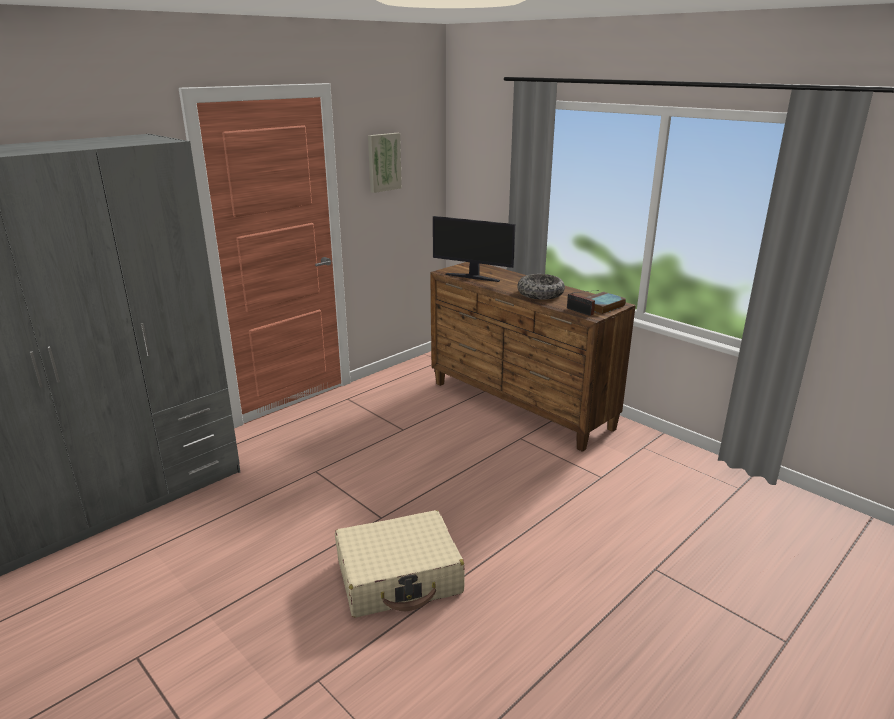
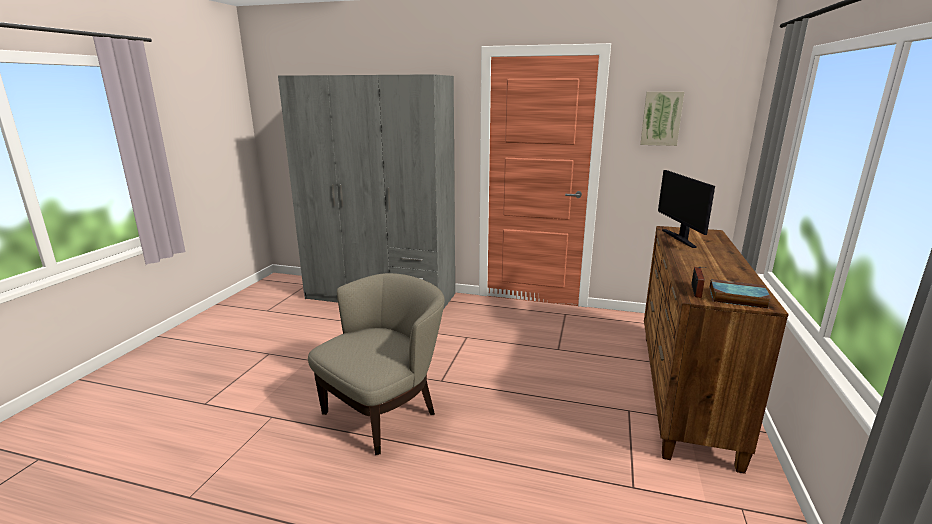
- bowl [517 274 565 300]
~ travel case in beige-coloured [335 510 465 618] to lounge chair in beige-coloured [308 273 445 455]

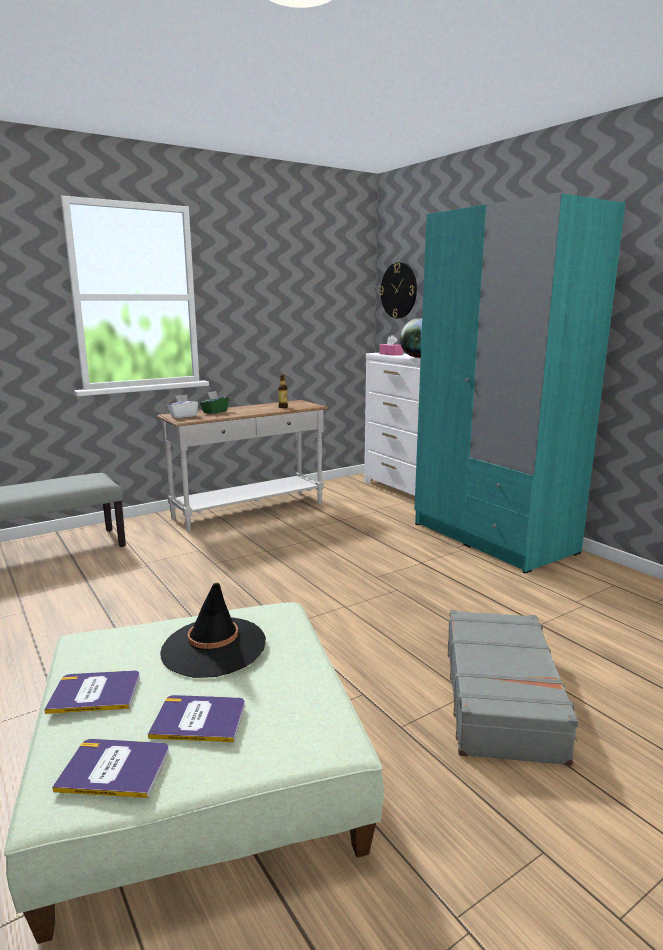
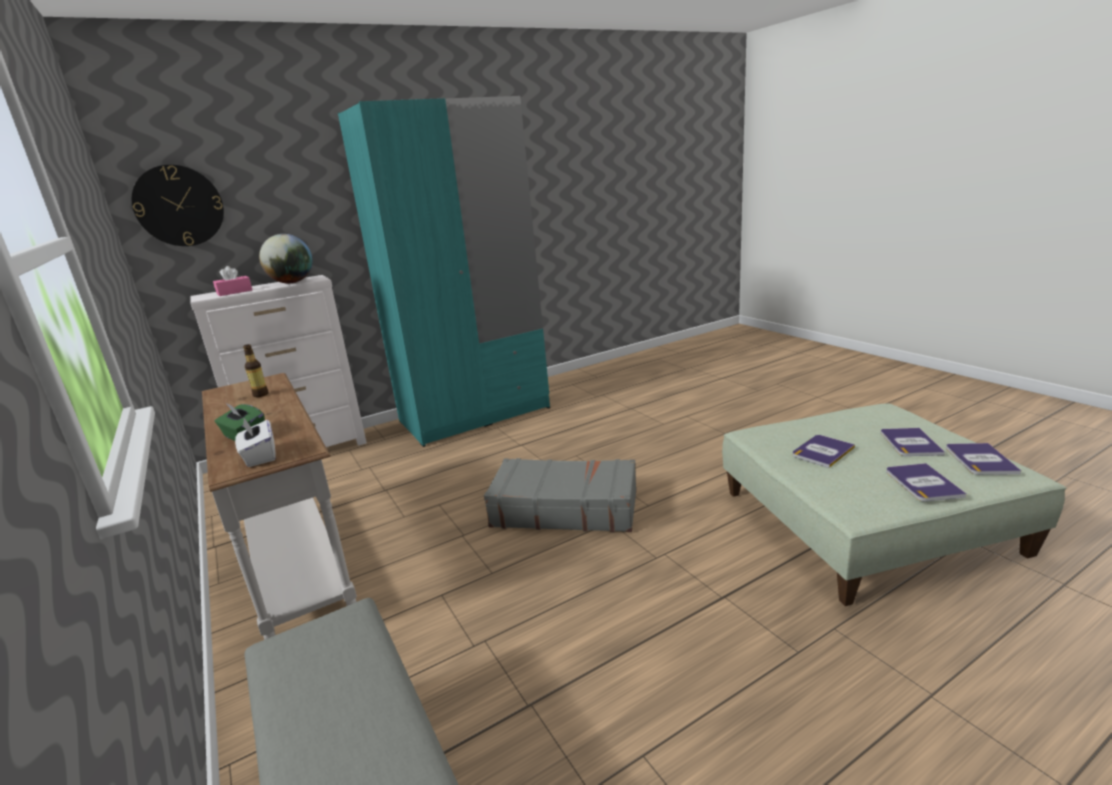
~ clothing hat in black-coloured [160 583 266 678] to book [792 435 855 468]
~ travel case in grey [448 610 579 766] to [484 458 637 533]

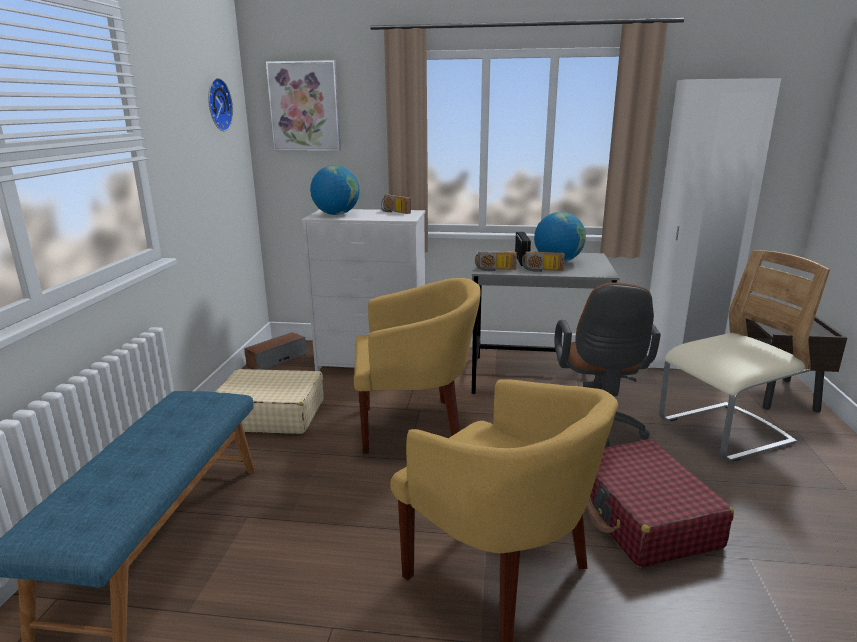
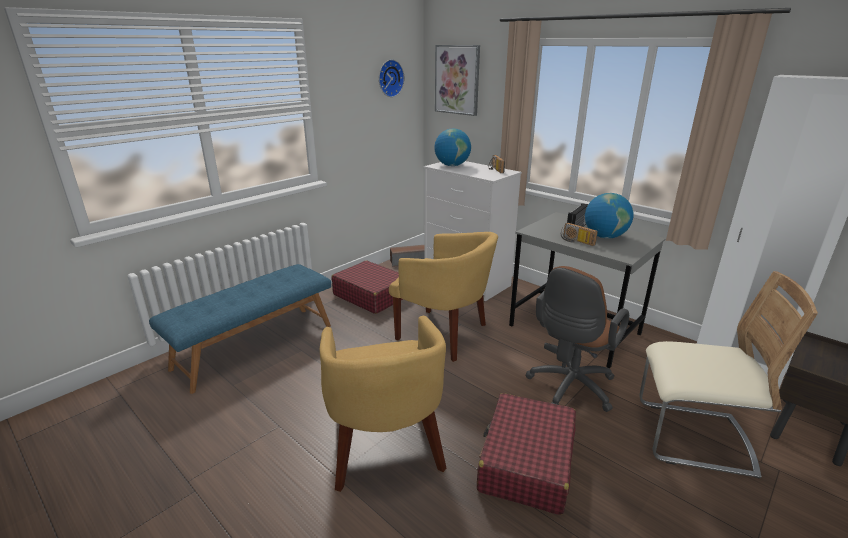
- radio [475 251 517 271]
~ travel case in beige-coloured [215 369 324 434] to travel case in reddish [331 261 403 314]

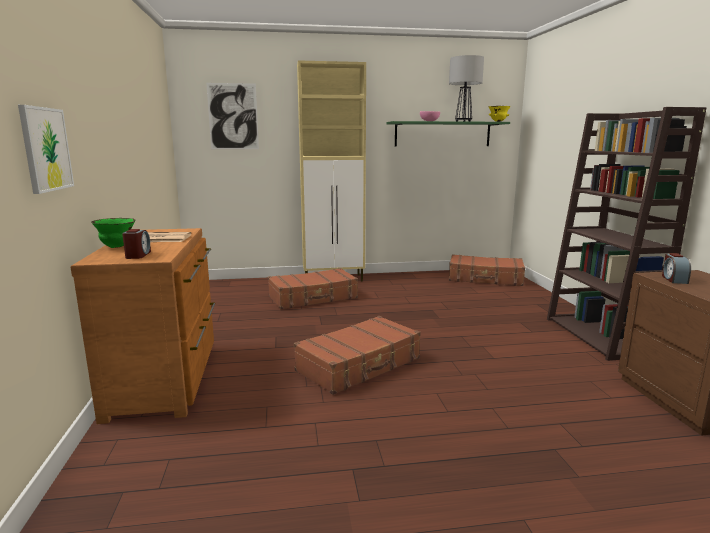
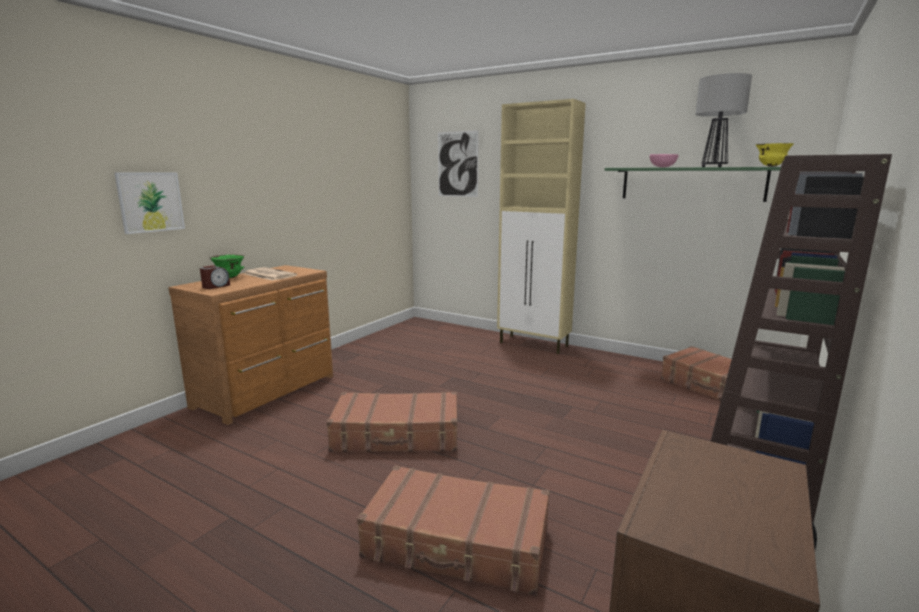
- bedside clock [662 253 691 284]
~ travel case in brown-coloured [268 268 358 309] to [357 465 550 596]

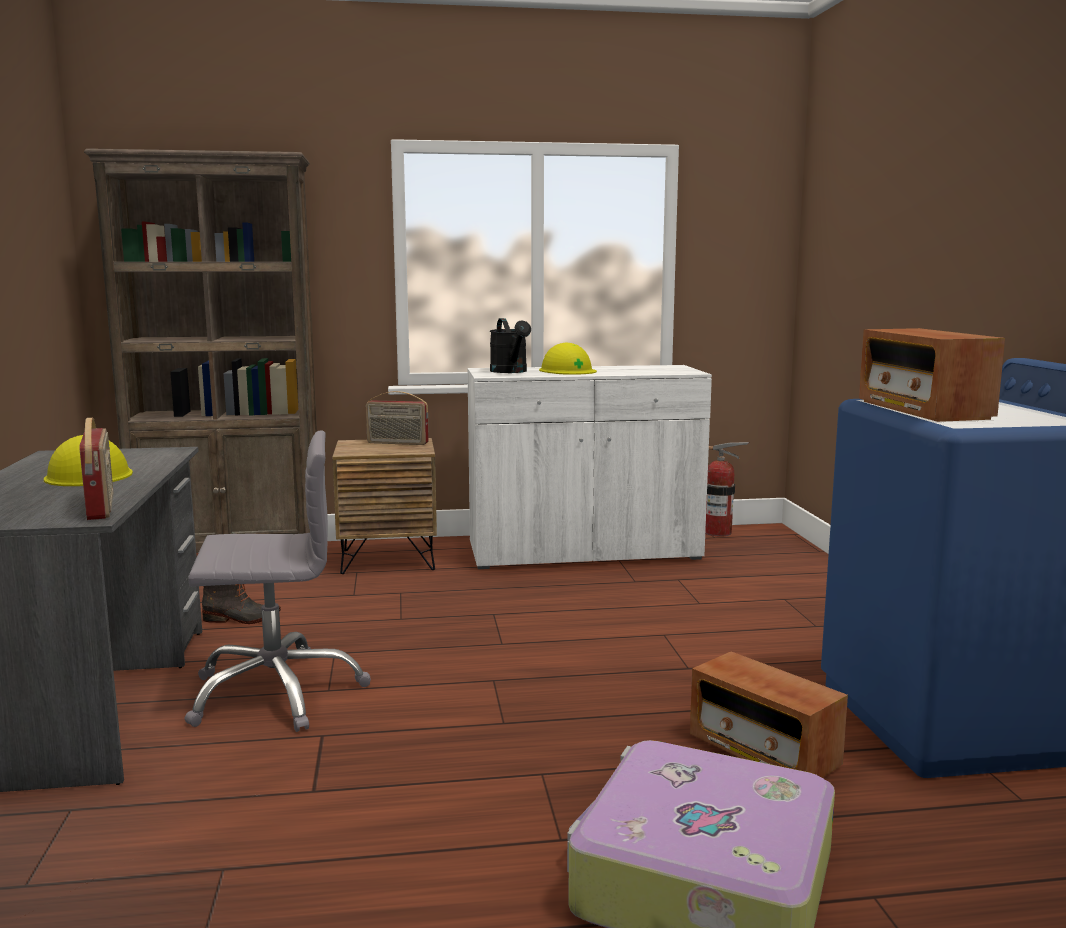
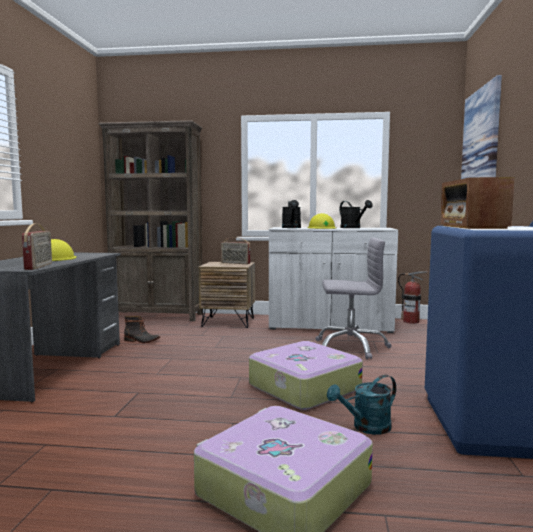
~ computer chair in grey [184 430 371 732] to [316 237 392 359]
~ radio [690 651 848 778] to watering can in blue-green [327 375 396 435]
+ picture [461 75 502 179]
+ watering can in black-coloured [339 200 373 228]
+ travel case [249 341 363 410]

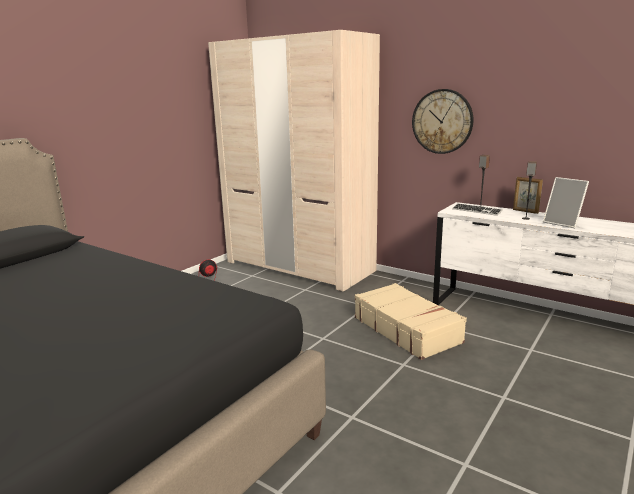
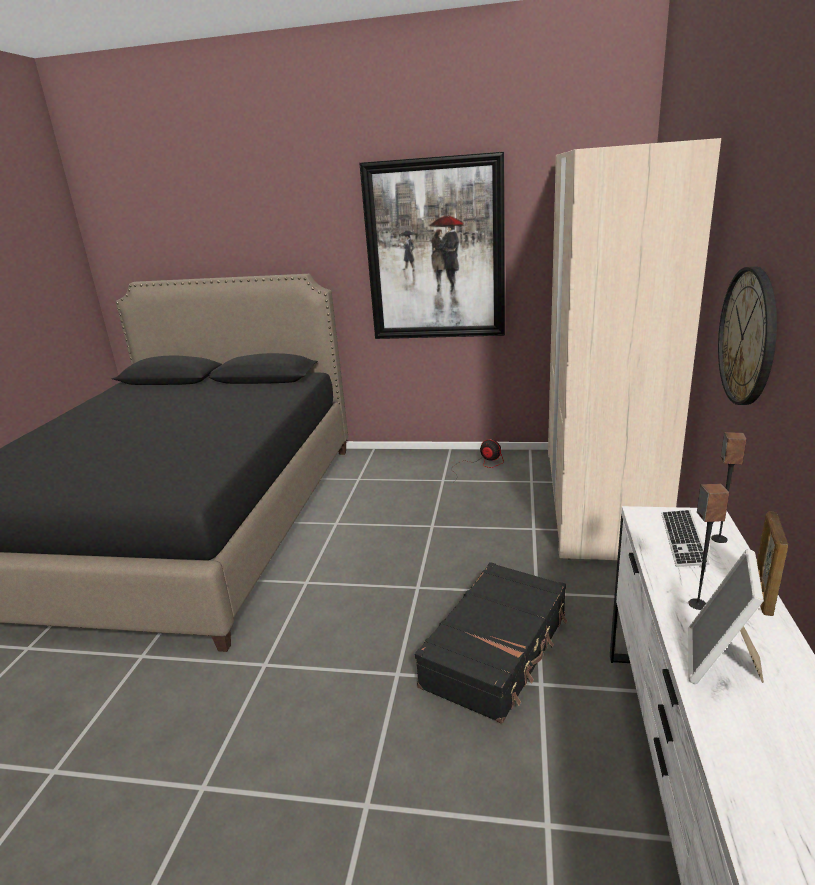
~ travel case in beige-coloured [355 283 467 360] to travel case in black-coloured [415 562 567 724]
+ picture [359 152 505 339]

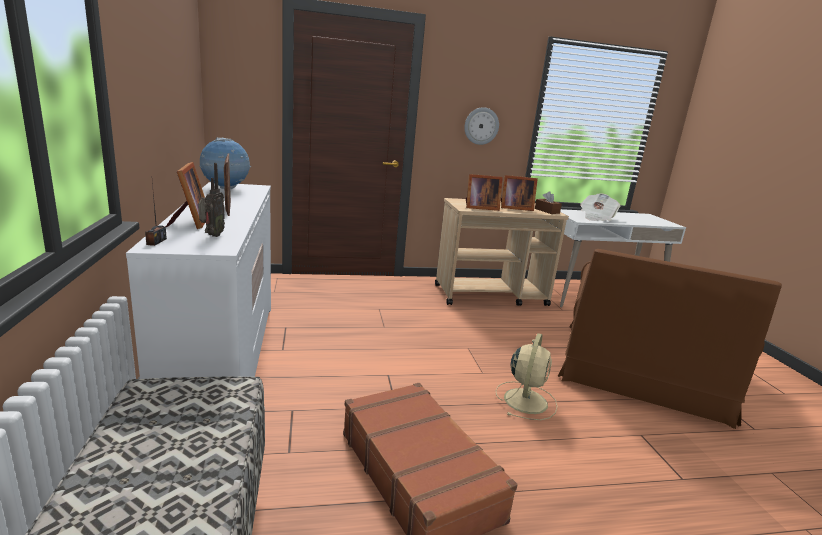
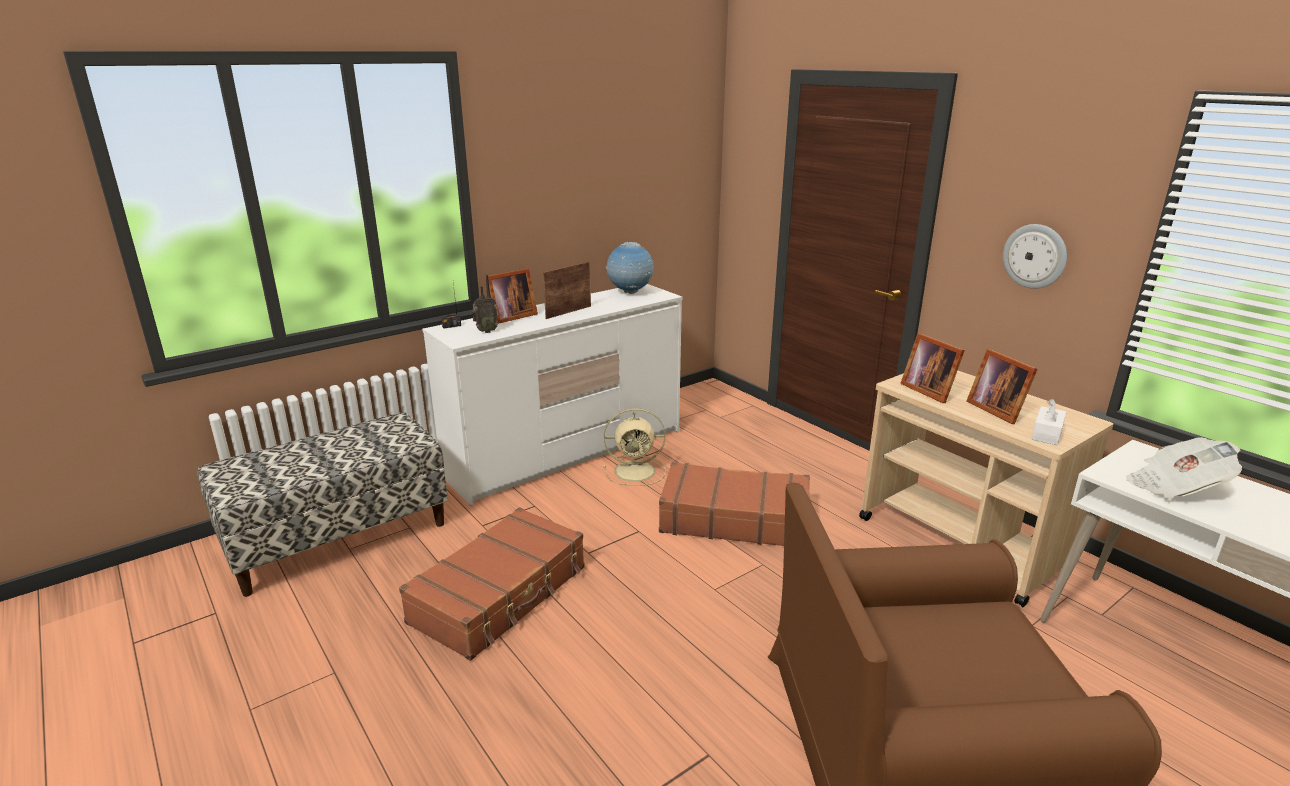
~ tissue holder in brown-coloured [535 191 562 214] to tissue holder in whitish [1032 399 1066 445]
~ electric fan in beige-coloured [496 333 558 420] to [603 408 666 486]
+ travel case in brown-coloured [659 462 810 546]

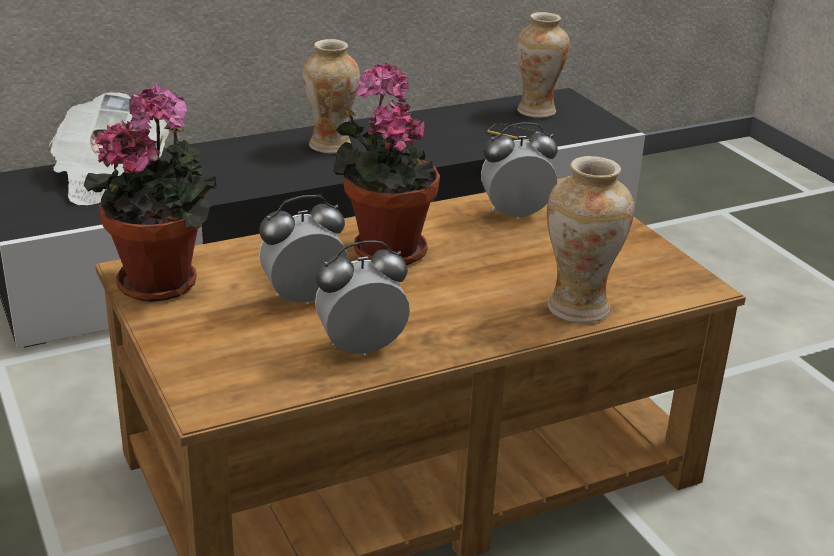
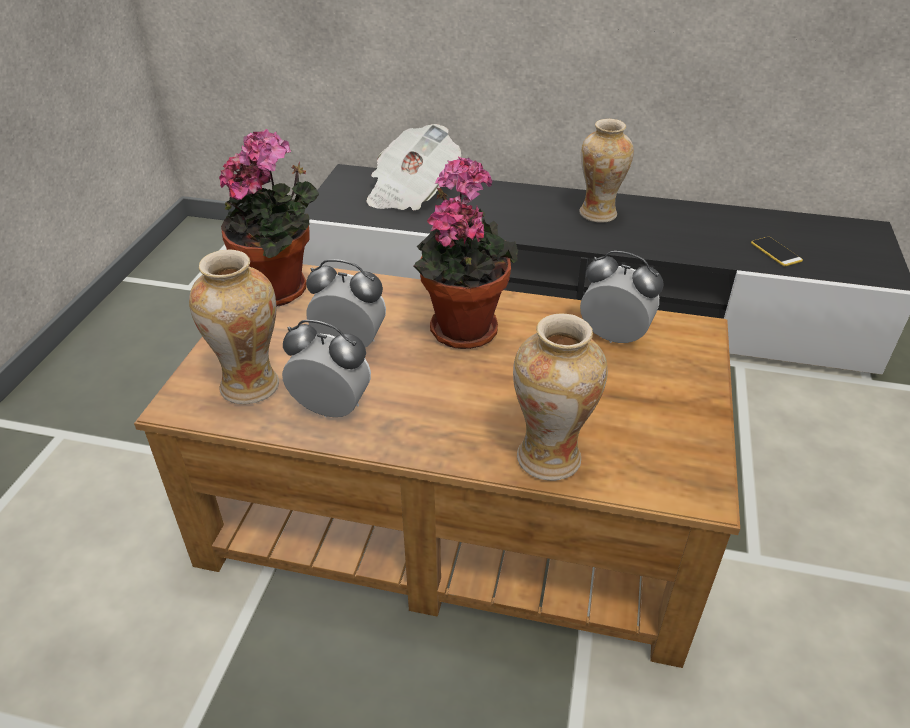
~ vase [516 12 570 118] to [189 250 279 404]

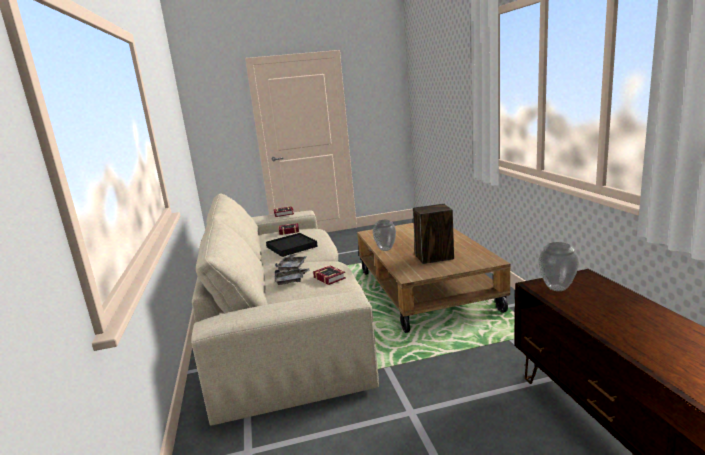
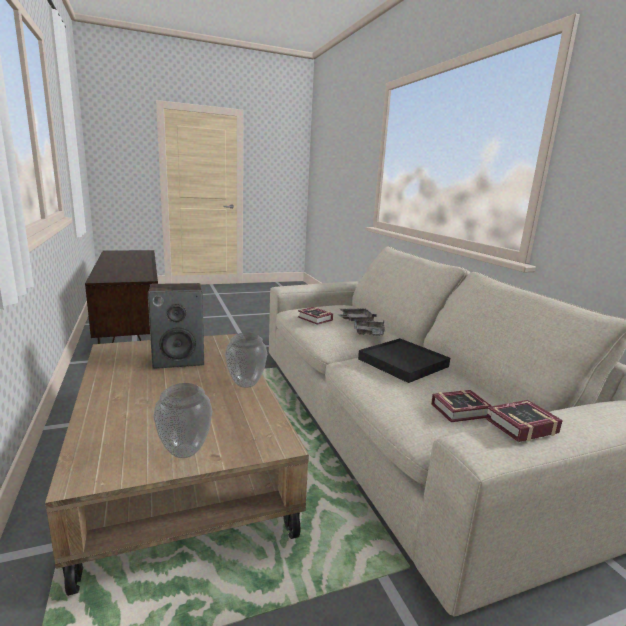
~ vase [538 242 579 291] to [153 383 212 458]

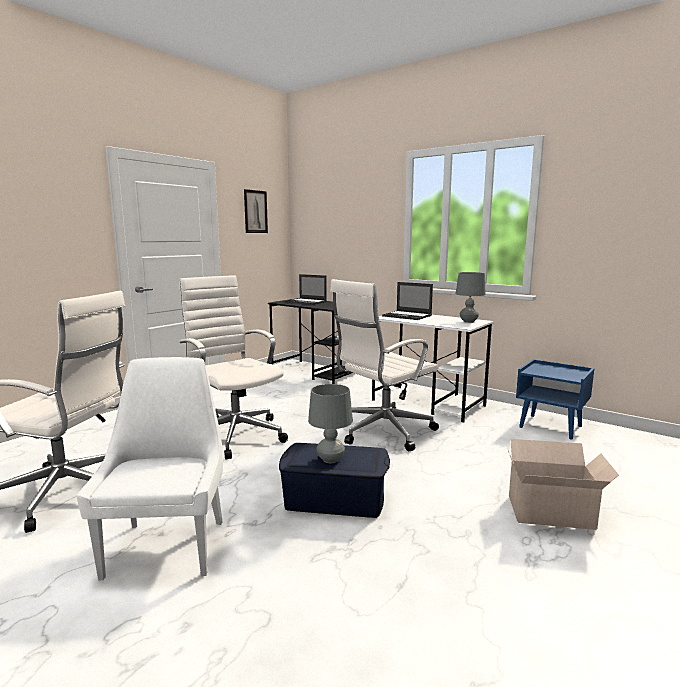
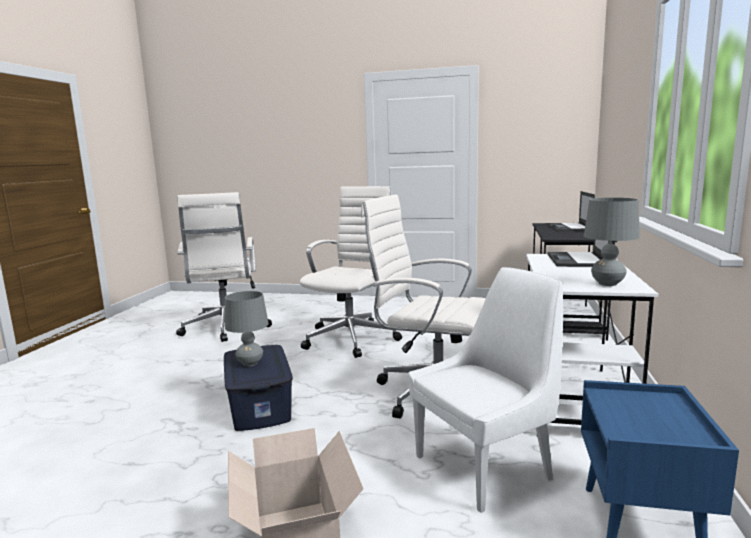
- picture [244 189 268 233]
~ chair in whitish [77 357 223 580] to [408 267 563 513]

